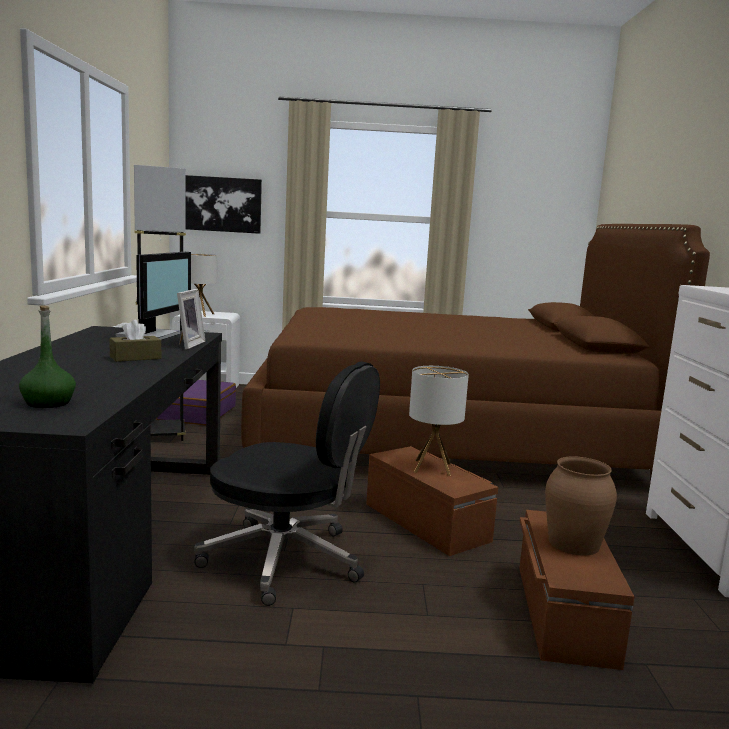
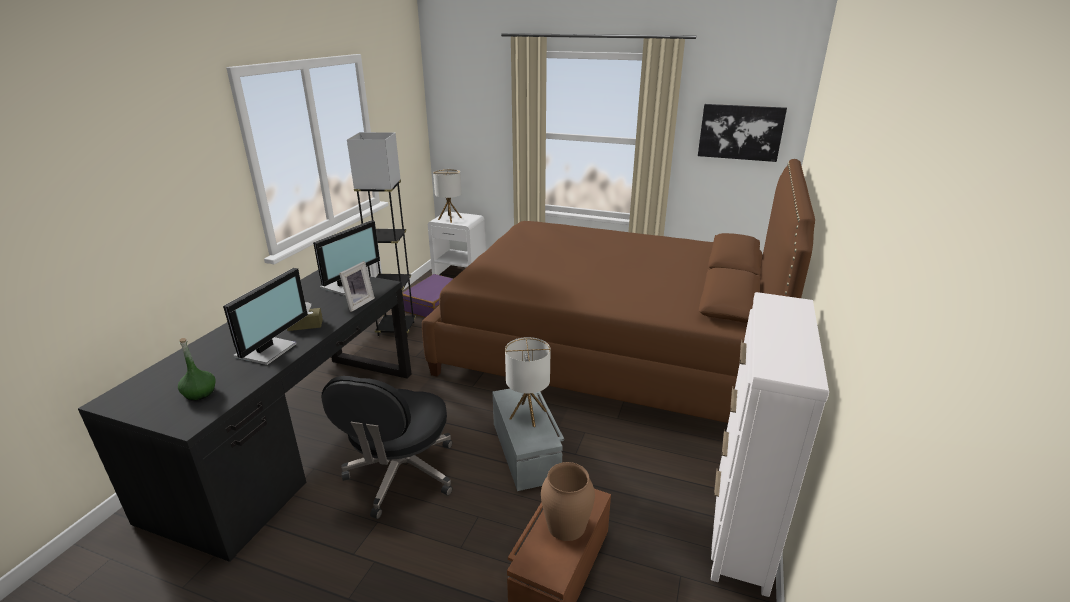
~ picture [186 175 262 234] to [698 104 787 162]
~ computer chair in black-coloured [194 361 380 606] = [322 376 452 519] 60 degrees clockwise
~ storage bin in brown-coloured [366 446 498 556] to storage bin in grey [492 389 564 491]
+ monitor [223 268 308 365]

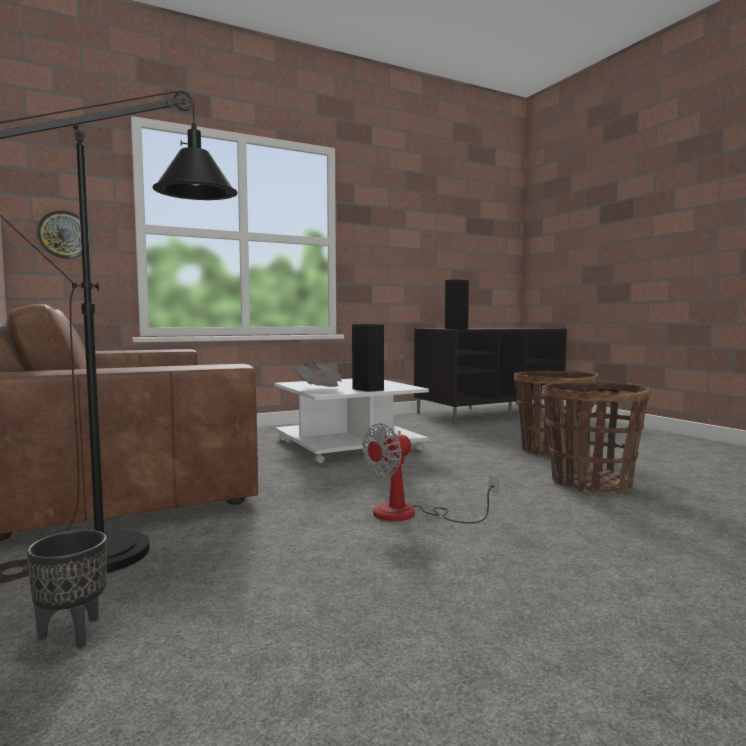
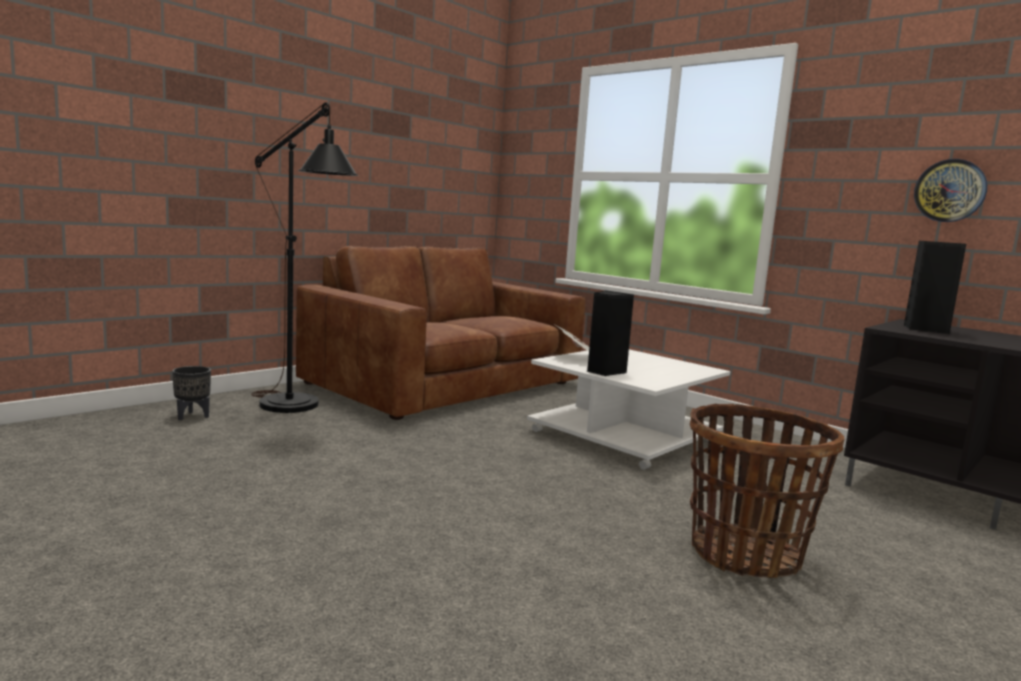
~ wall clock [37 210 91 259] to [914 159 987 222]
- household basket [542 382 650 493]
- electric fan [362 423 499 524]

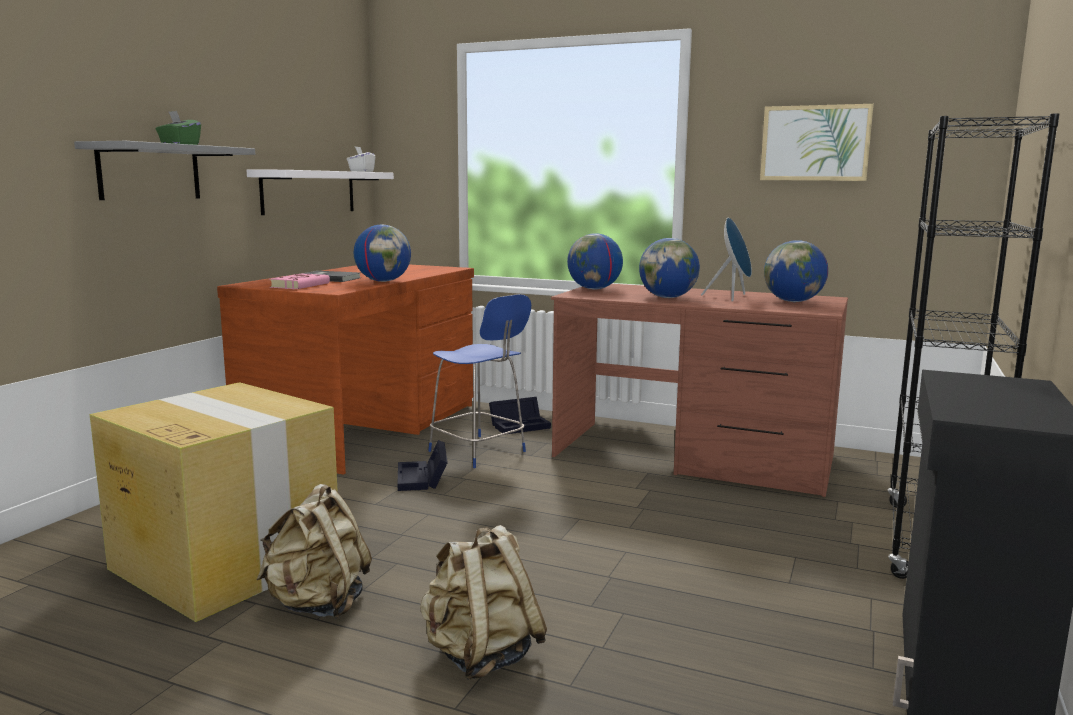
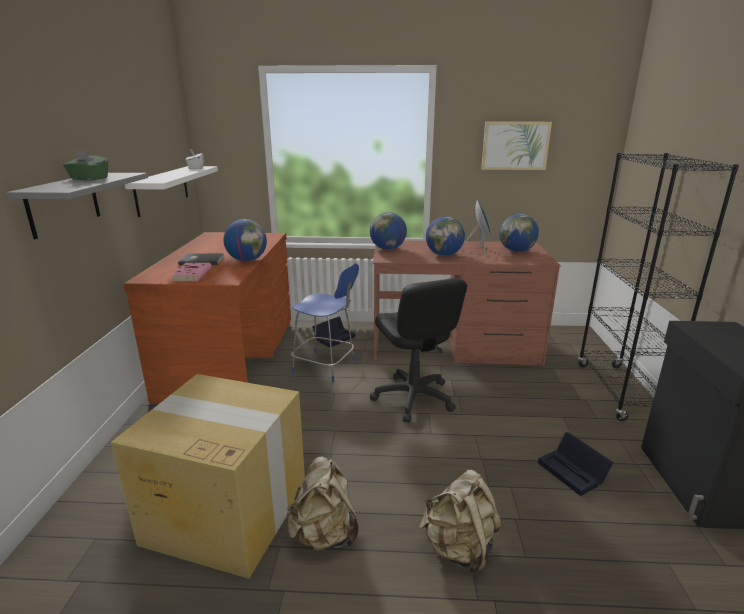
~ storage bin in black-coloured [398 440 448 491] to [538 432 613 496]
+ computer chair in black-coloured [370 278 467 422]

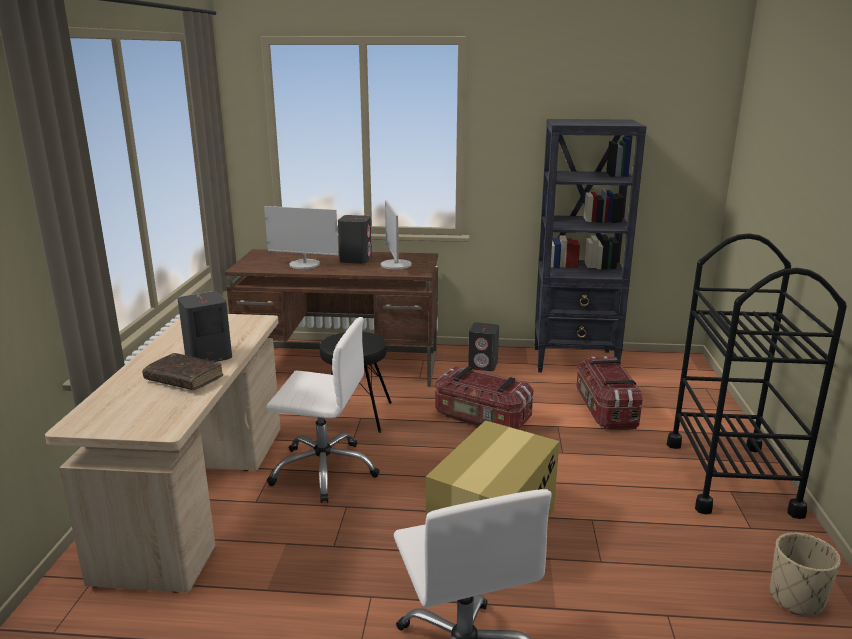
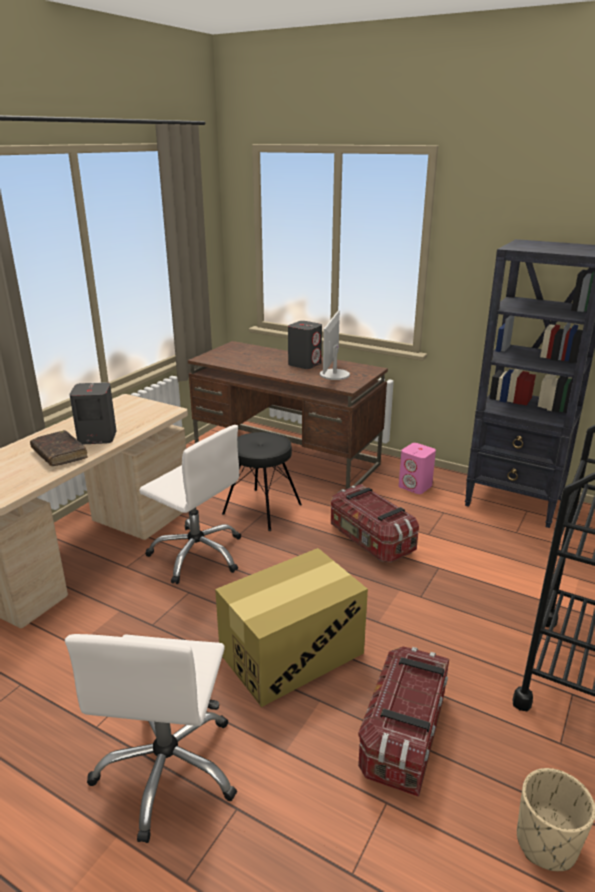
- monitor [264 206 338 269]
~ speaker in grey [468 323 499 371] to speaker in pink [399 443 436 494]
~ storage bin [576 356 643 430] to [358 647 449 796]

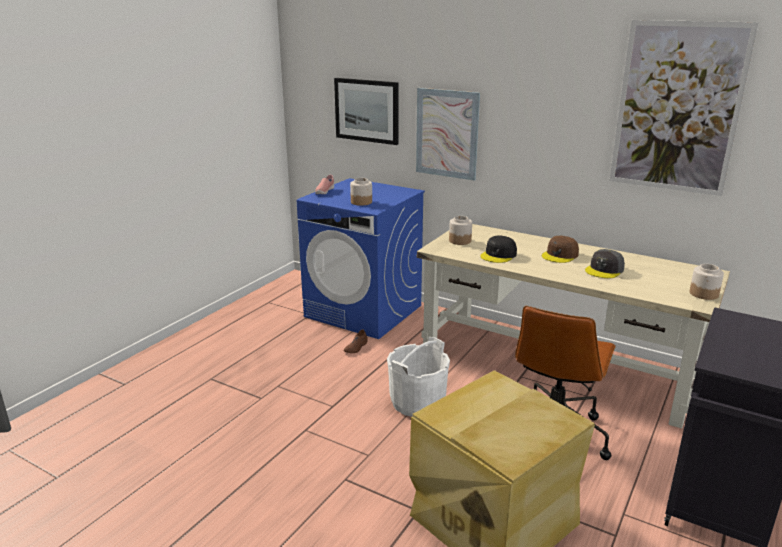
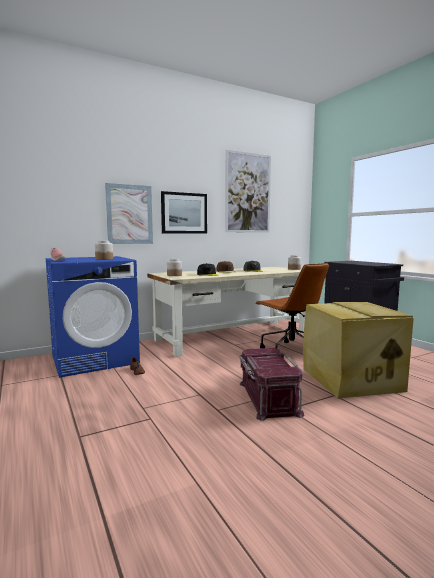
~ picture [334 78 399 145] to [161 191 207 234]
- pail in whitish [387 337 450 417]
+ storage bin in reddish [239 348 305 421]

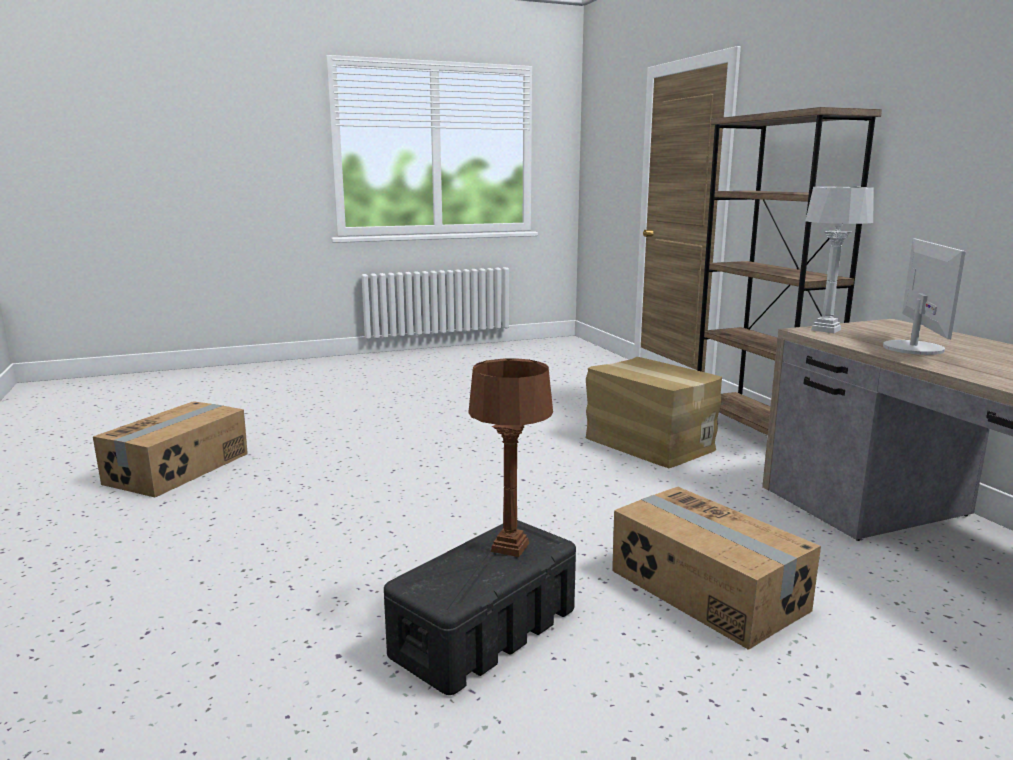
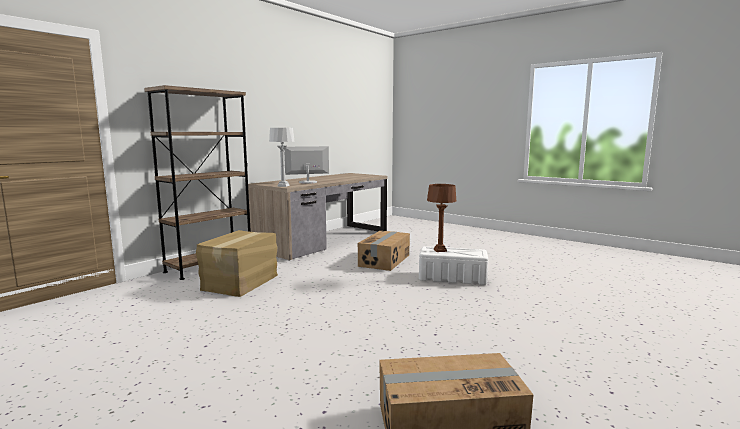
~ storage bin in black-coloured [384 520 576 695] to storage bin in whitish [419 246 488 285]

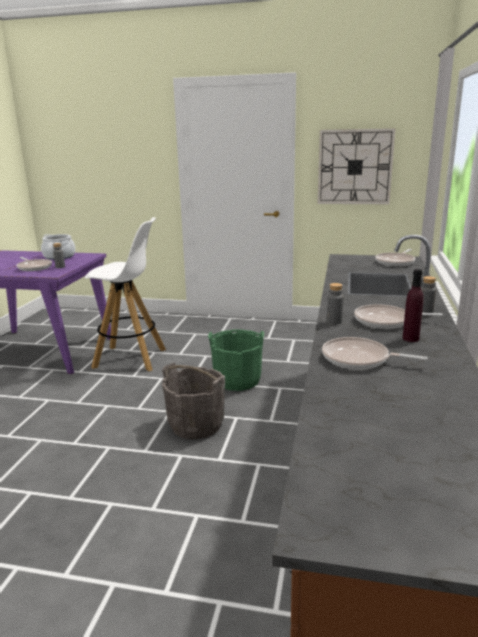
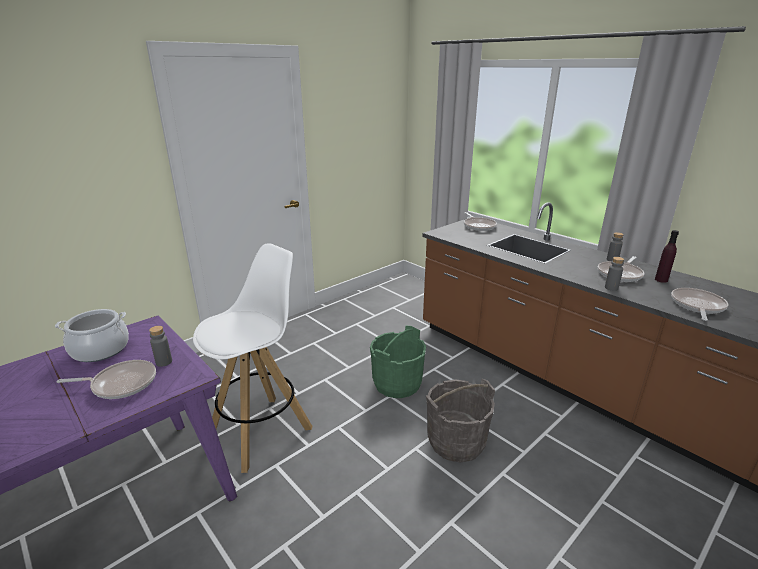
- wall clock [317 128 396 204]
~ skillet [322 337 428 370] = [671 288 728 321] 150 degrees clockwise

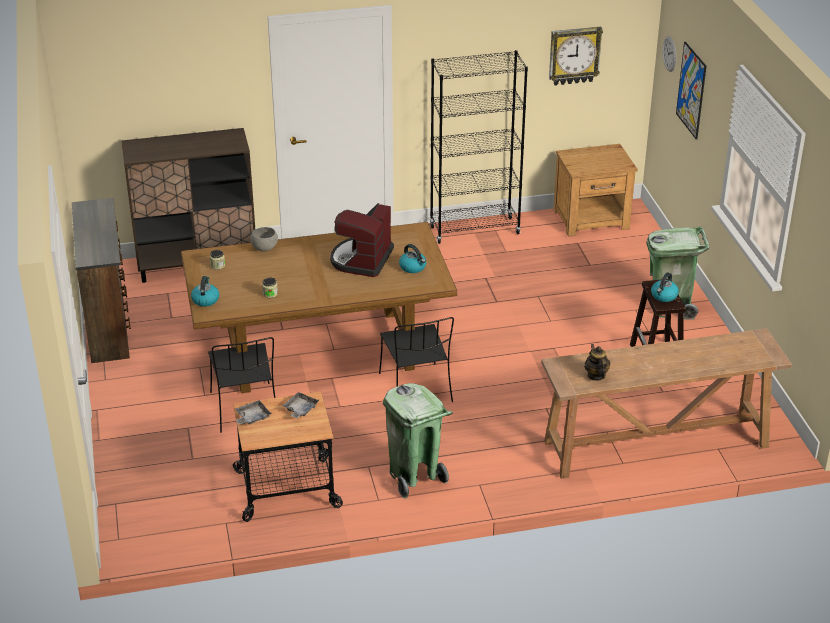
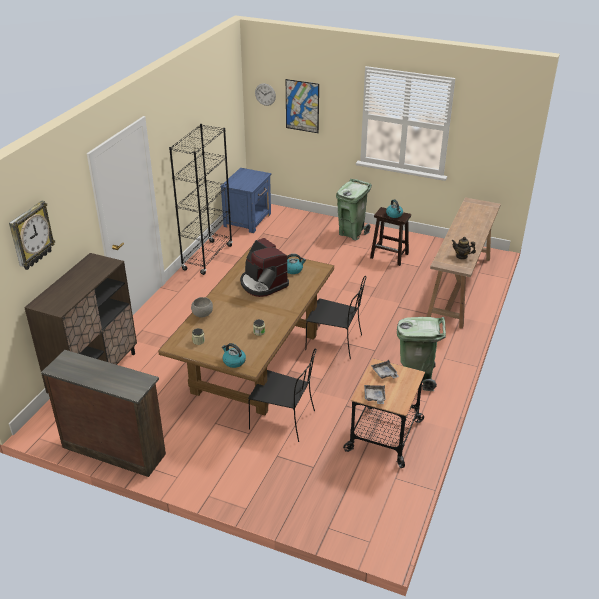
~ wall clock [549 27 603 86] to [9 201 55 270]
~ nightstand in brown-coloured [554 144 638 237] to nightstand in blue [220 168 272 233]

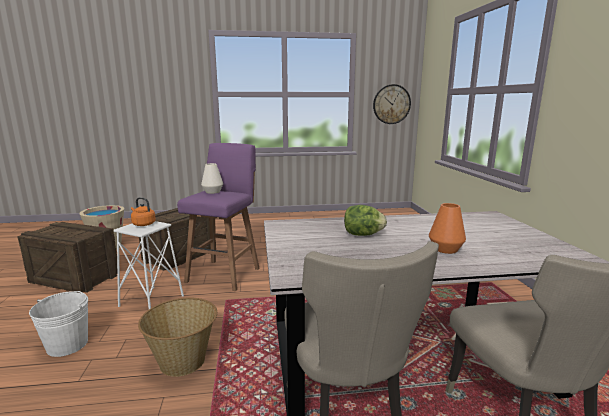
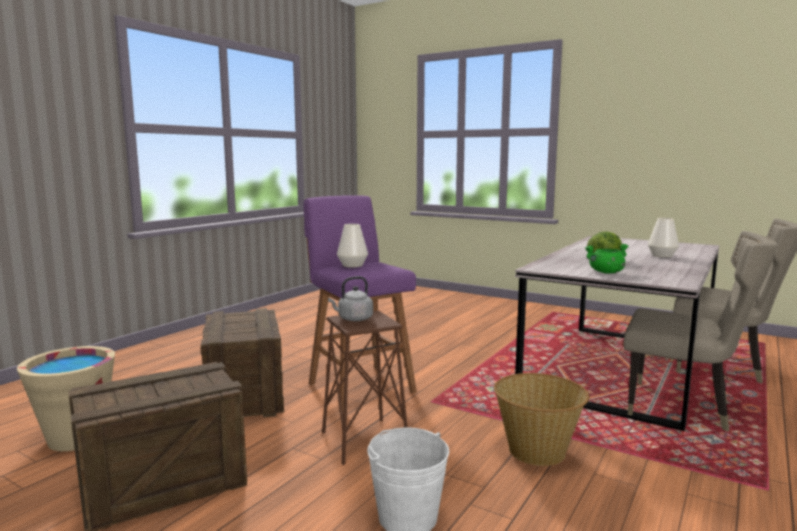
- wall clock [373 84 411 124]
~ tea kettle in orange-coloured [131 197 156 226] to tea kettle in grey [328 276 373 321]
~ vase in orange-coloured [429 203 466 254] to vase in whitish [648 218 679 257]
~ stool seat in whitish [114 221 184 309] to stool seat in brown-coloured [322 311 408 465]
+ saucepot in green-coloured [585 244 629 274]

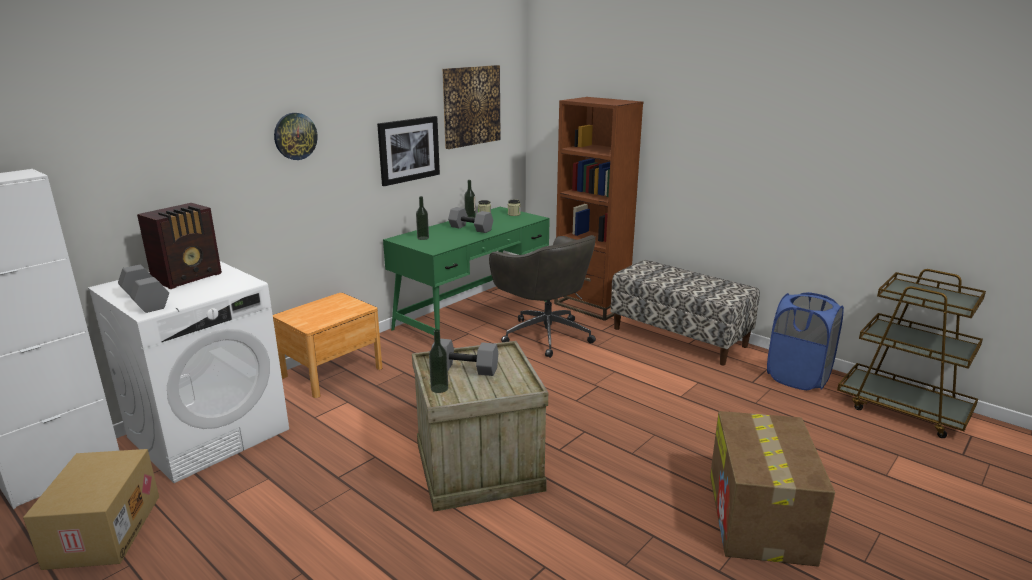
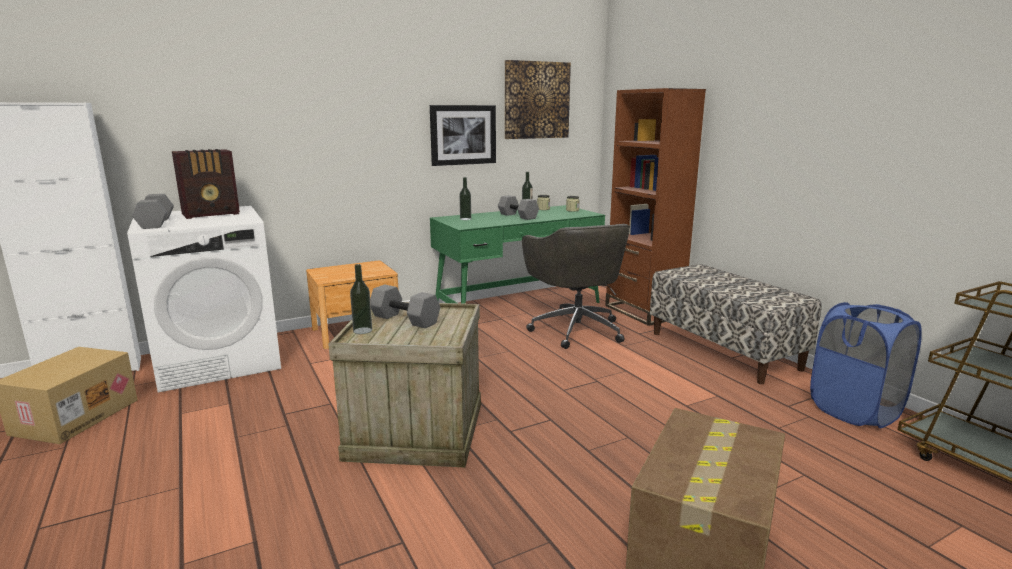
- wall clock [274 113 318 160]

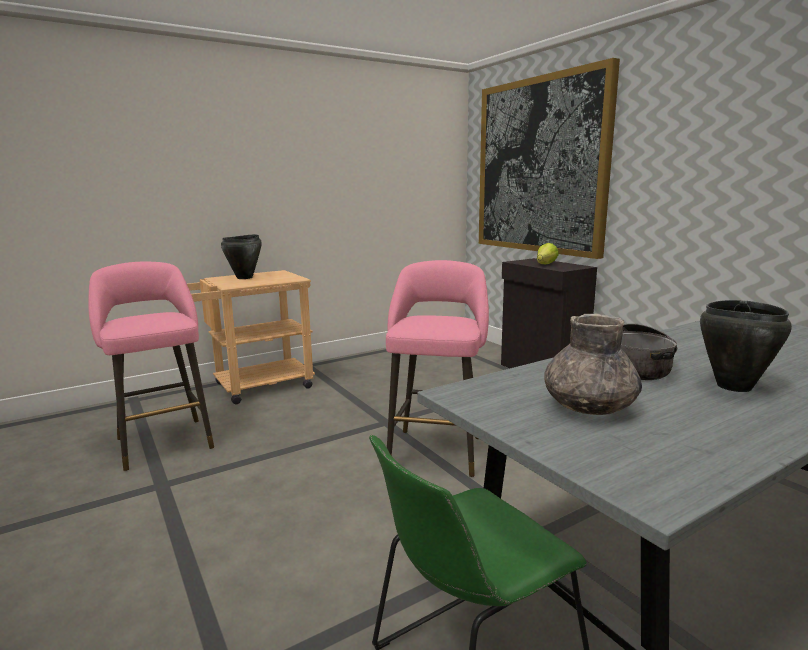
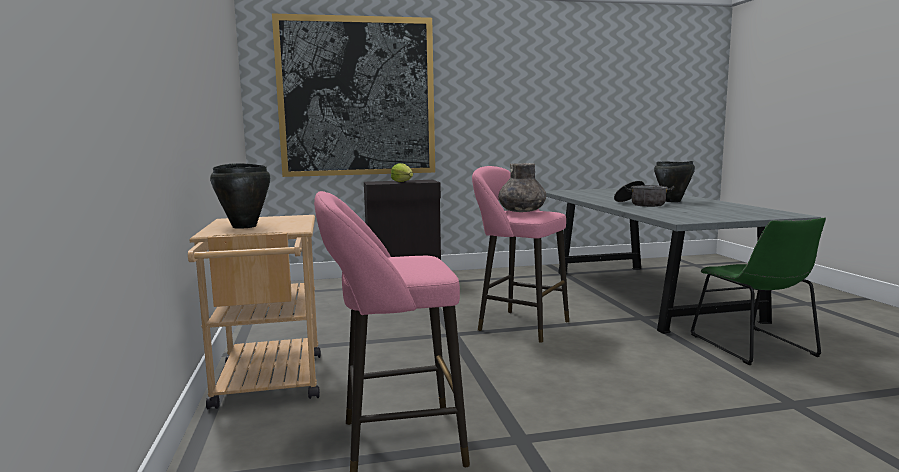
~ vase in grey [545 314 642 415] to [498 163 546 212]

